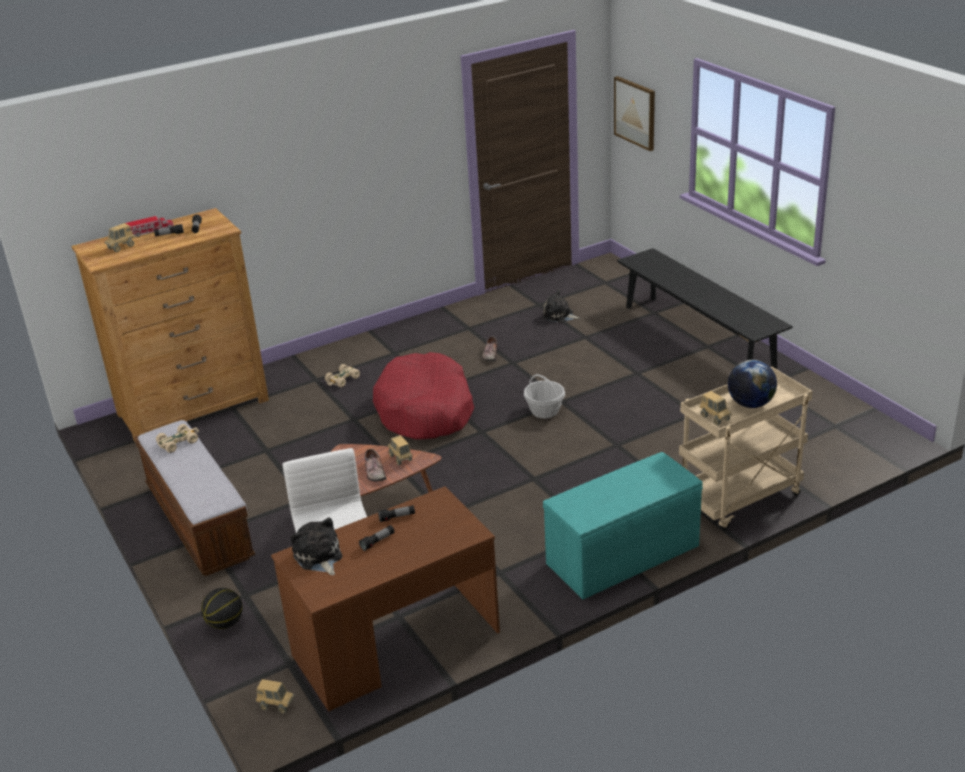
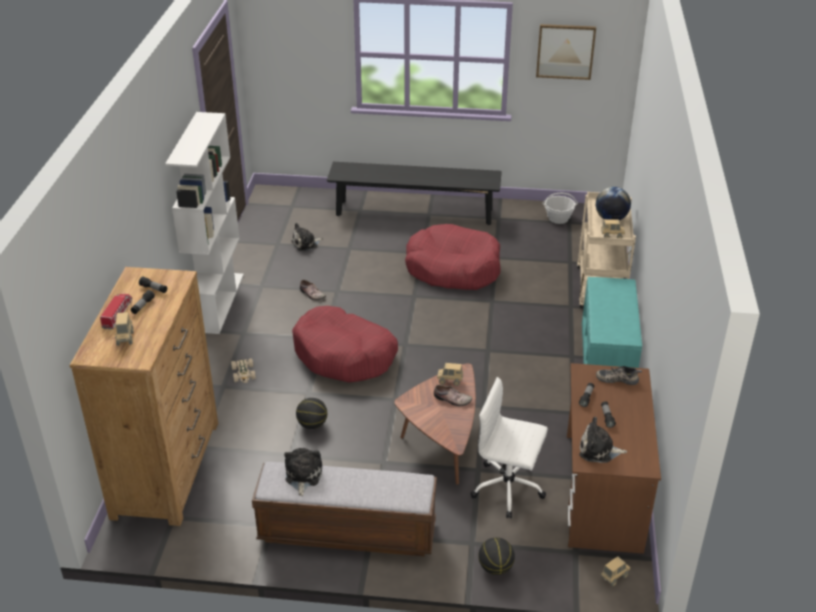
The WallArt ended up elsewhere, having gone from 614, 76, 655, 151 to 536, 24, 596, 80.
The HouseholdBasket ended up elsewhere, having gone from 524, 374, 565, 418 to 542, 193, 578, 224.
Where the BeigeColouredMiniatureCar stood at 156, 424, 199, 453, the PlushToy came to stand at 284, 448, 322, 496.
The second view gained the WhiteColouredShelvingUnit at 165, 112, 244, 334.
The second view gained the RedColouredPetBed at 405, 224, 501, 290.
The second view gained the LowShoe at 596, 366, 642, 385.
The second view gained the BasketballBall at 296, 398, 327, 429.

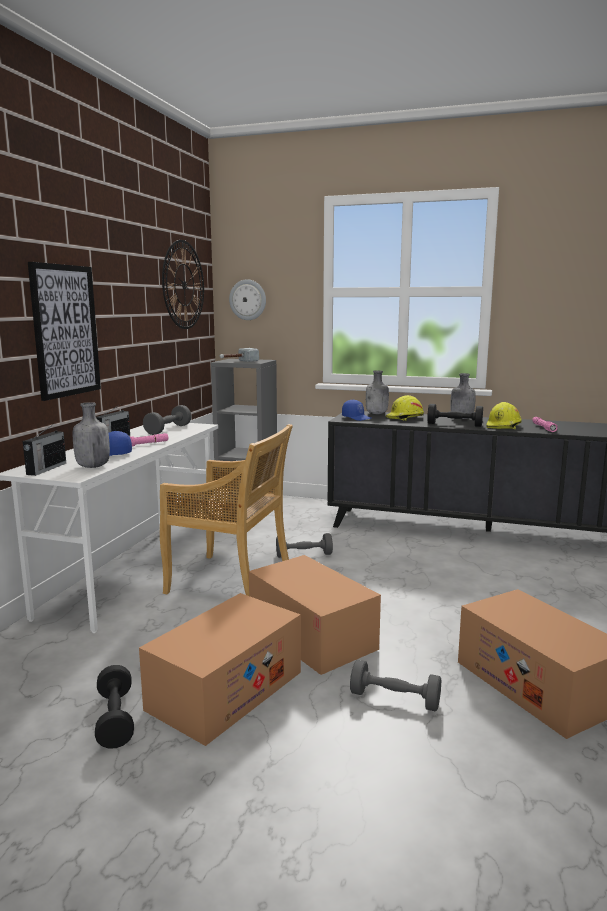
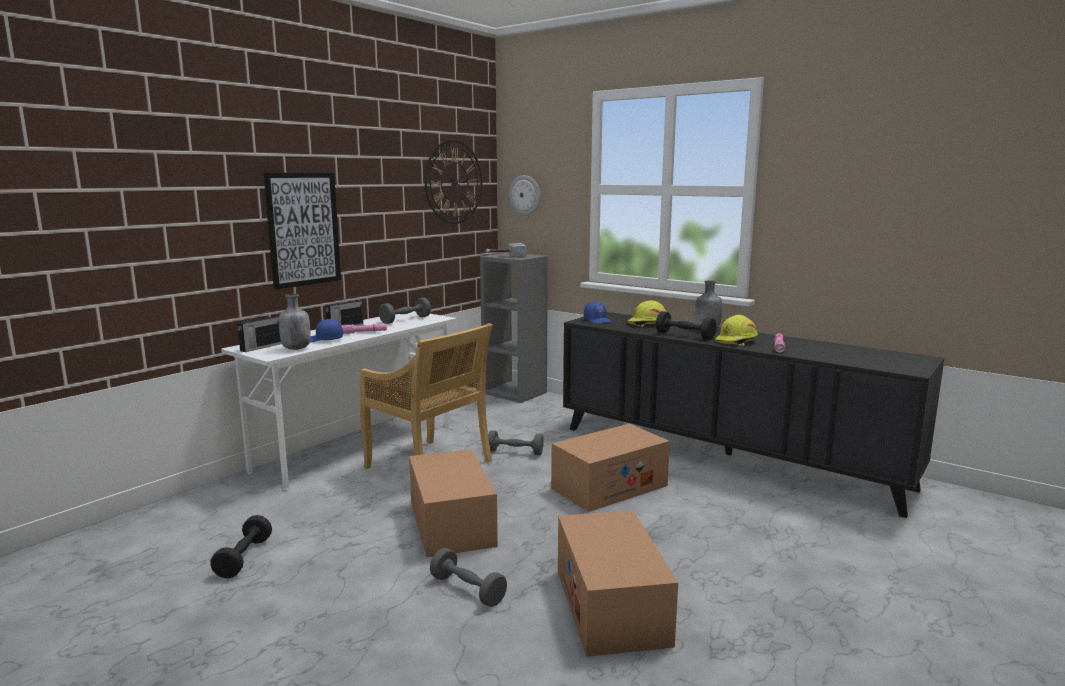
The second view lost the GreyishDrinkBottle at 366, 370, 389, 414.
The CardboardBox ended up elsewhere, having gone from 139, 593, 301, 746 to 551, 424, 670, 512.

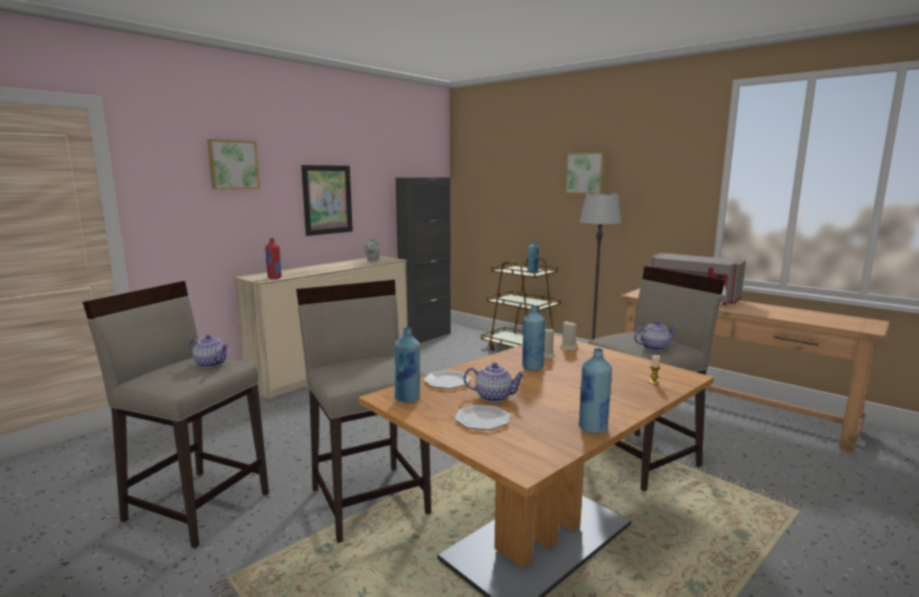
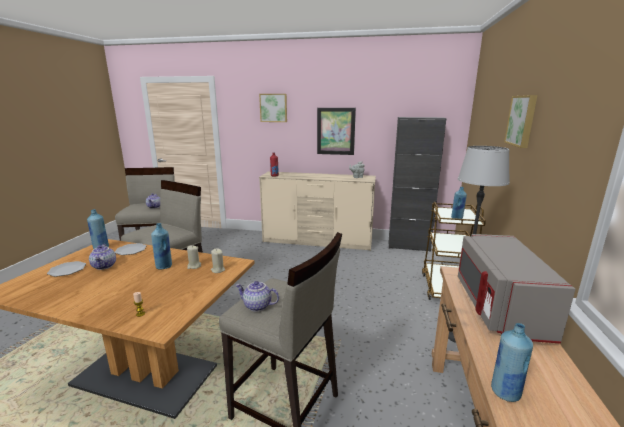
The Teapot at 634, 321, 677, 351 ended up facing another way, 150 degrees clockwise from before.
The BluishDrinkBottle ended up elsewhere, having gone from 578, 348, 612, 434 to 491, 323, 533, 402.

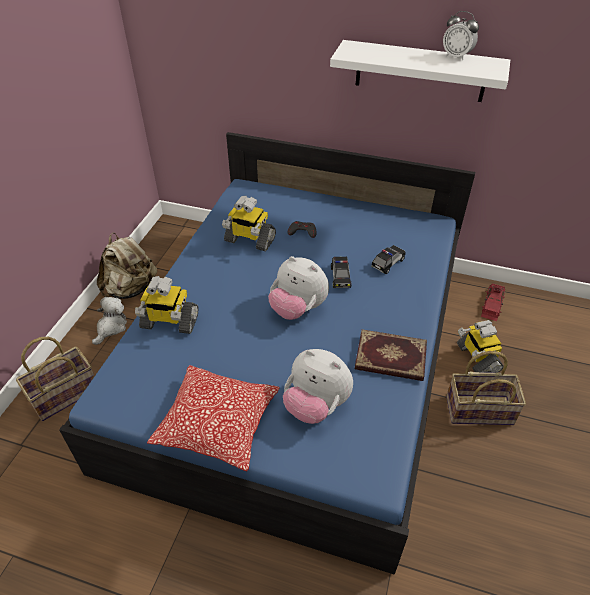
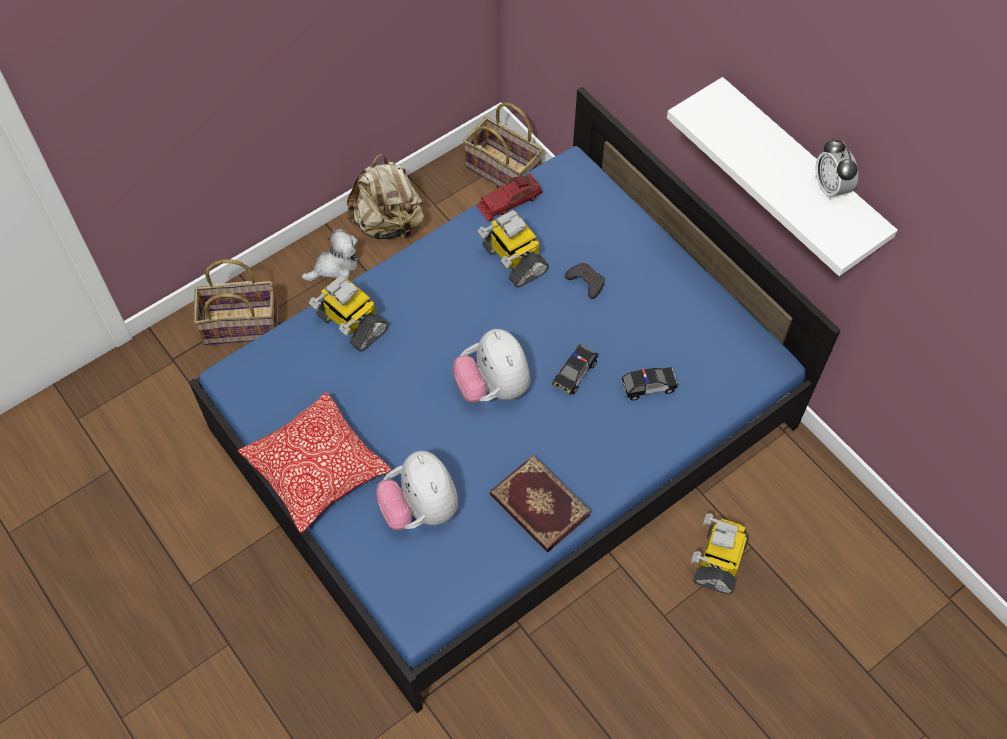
The RedColouredMiniatureCar ended up elsewhere, having gone from 481, 283, 506, 321 to 477, 173, 542, 222.
The HouseholdBasket ended up elsewhere, having gone from 446, 351, 526, 425 to 463, 103, 543, 187.

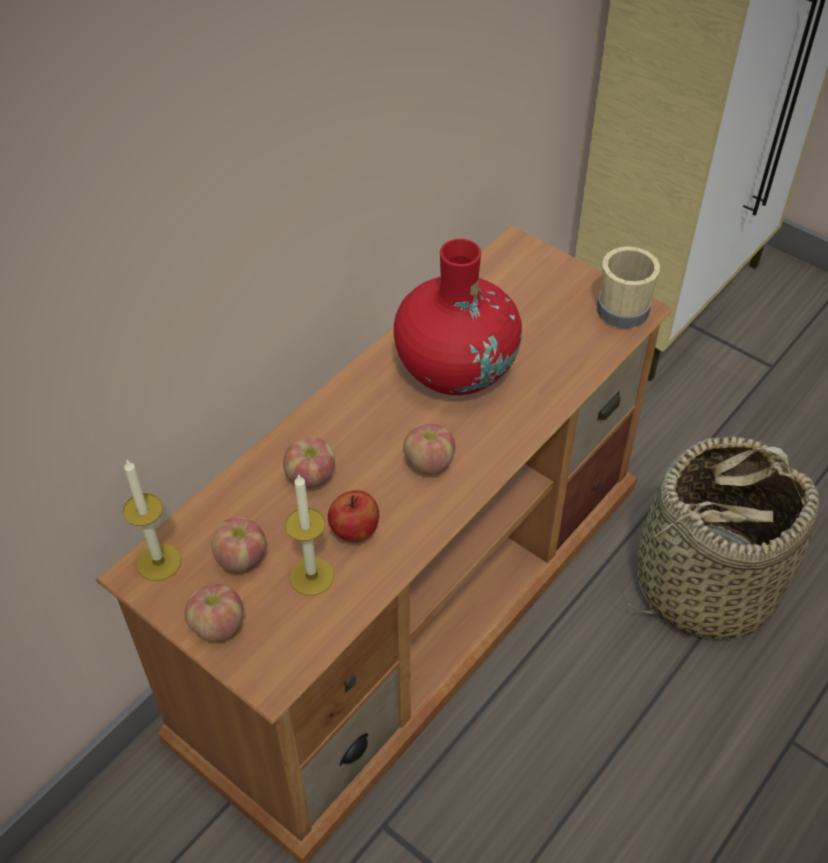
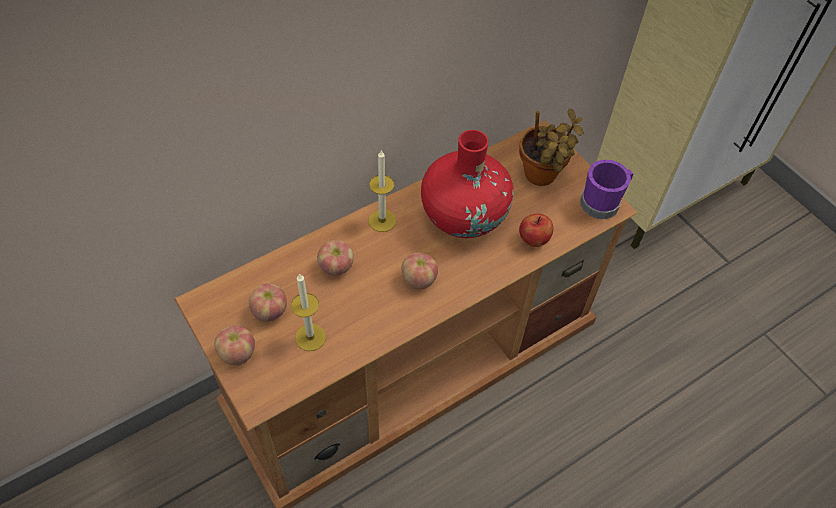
What was the BeigeColouredTeaMug at 597, 246, 660, 329 turned into the PurpleColouredTeaMug at 580, 160, 634, 219.
The second view lost the HouseholdBasket at 621, 436, 820, 639.
The Candle ended up elsewhere, having gone from 122, 460, 181, 581 to 369, 150, 396, 232.
The Apple ended up elsewhere, having gone from 328, 490, 379, 542 to 519, 214, 553, 247.
The second view gained the Houseplant at 519, 109, 584, 186.

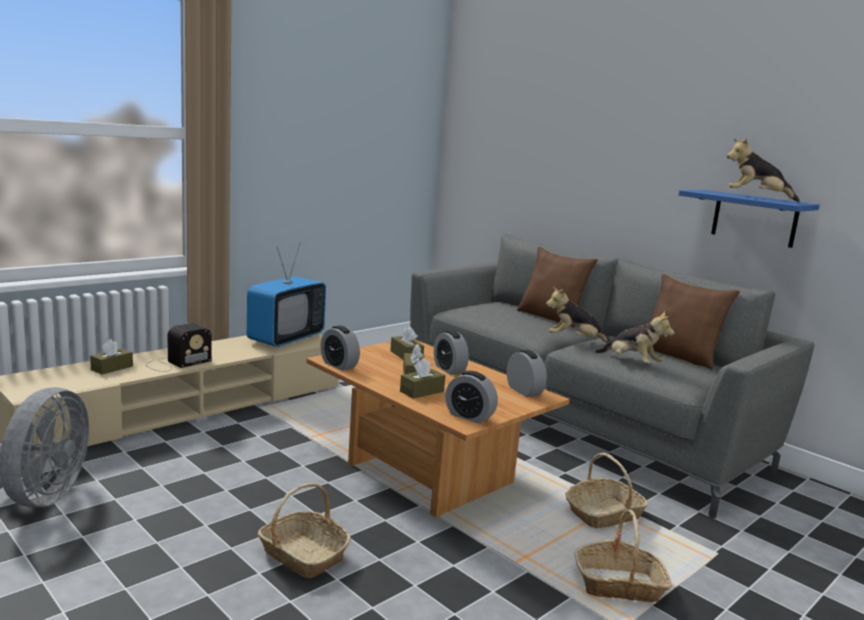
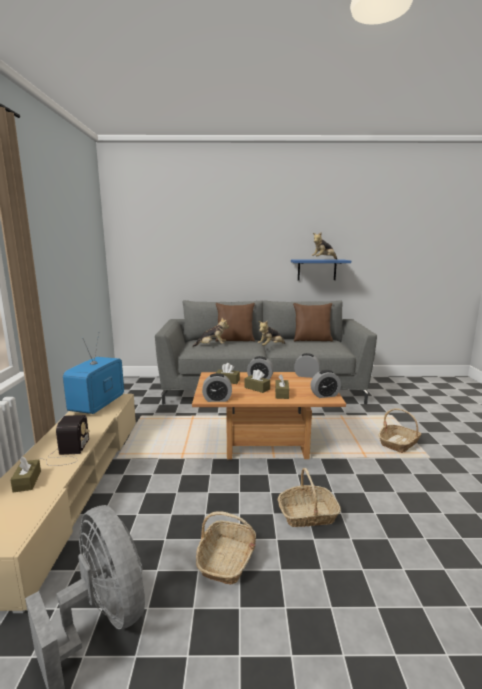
The TvSet at 247, 243, 326, 347 ended up facing another way, 150 degrees counterclockwise from before.
The PlushToy ended up elsewhere, having gone from 595, 310, 674, 364 to 192, 318, 229, 347.
The HouseholdBasket ended up elsewhere, having gone from 565, 453, 648, 528 to 196, 511, 256, 584.

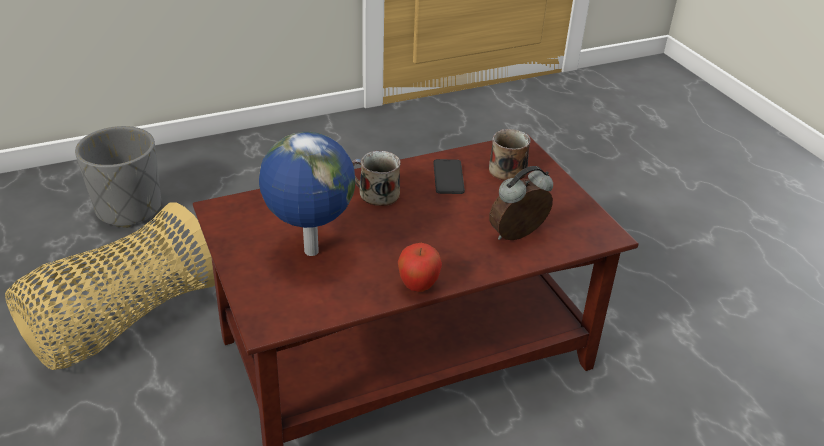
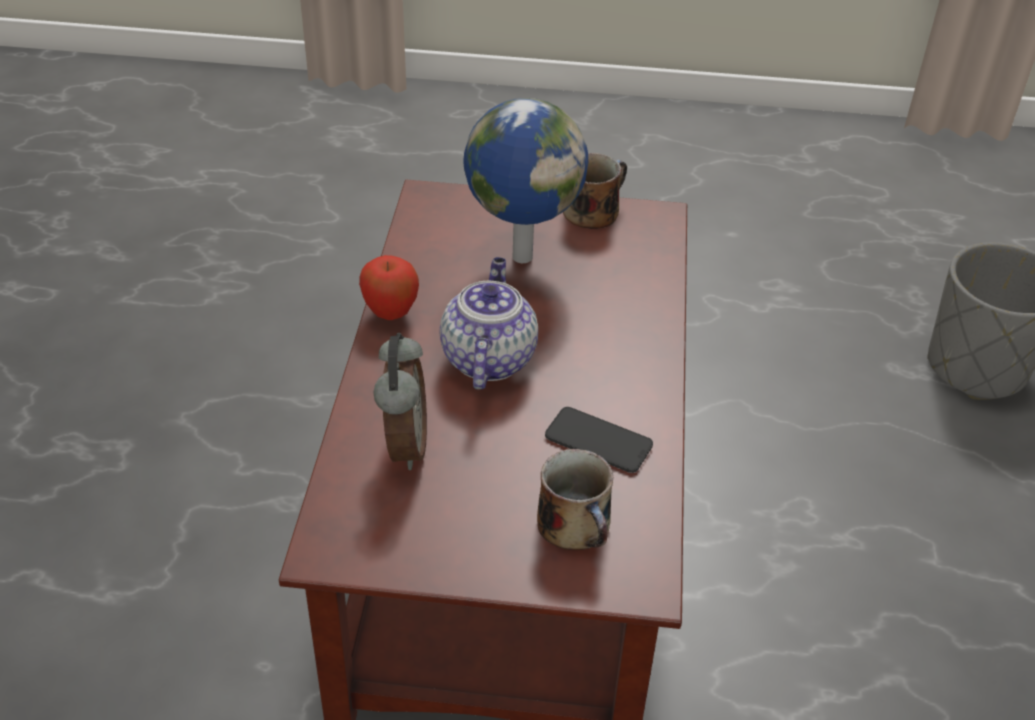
The TeaMug ended up elsewhere, having gone from 352, 151, 401, 206 to 563, 153, 627, 229.
The second view lost the HouseholdBasket at 5, 202, 215, 370.
The second view gained the Teapot at 440, 257, 538, 390.

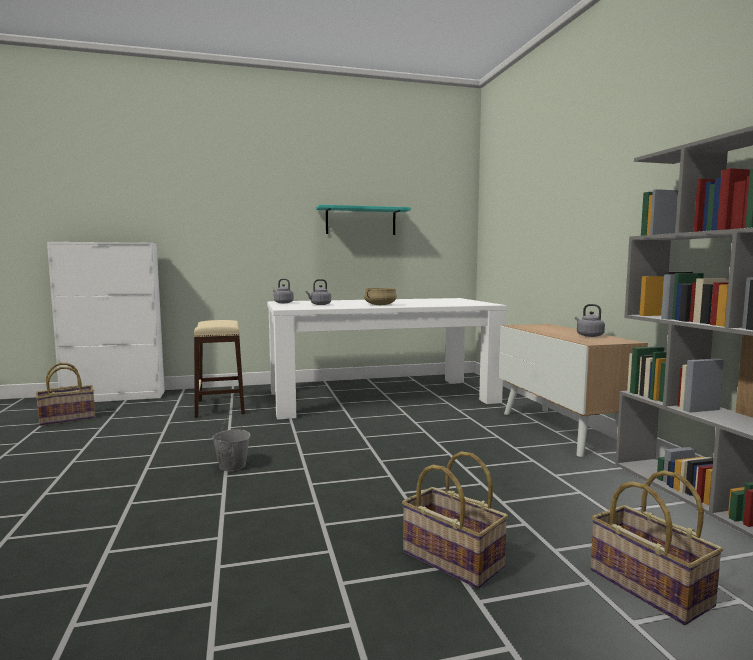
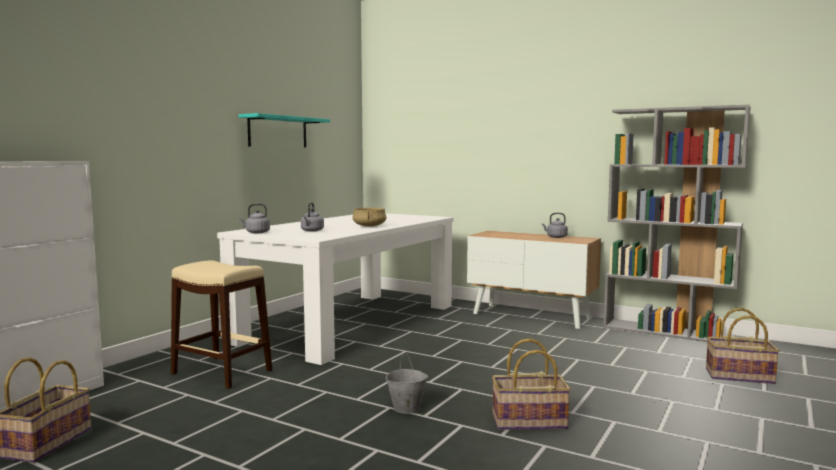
The HouseholdBasket ended up elsewhere, having gone from 402, 451, 508, 589 to 492, 338, 571, 430.

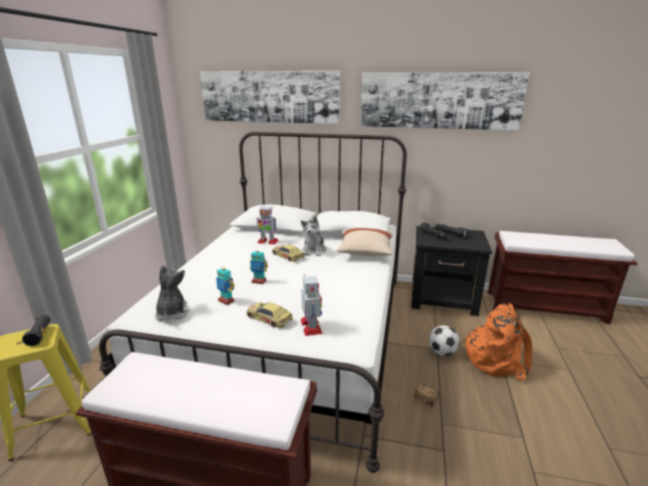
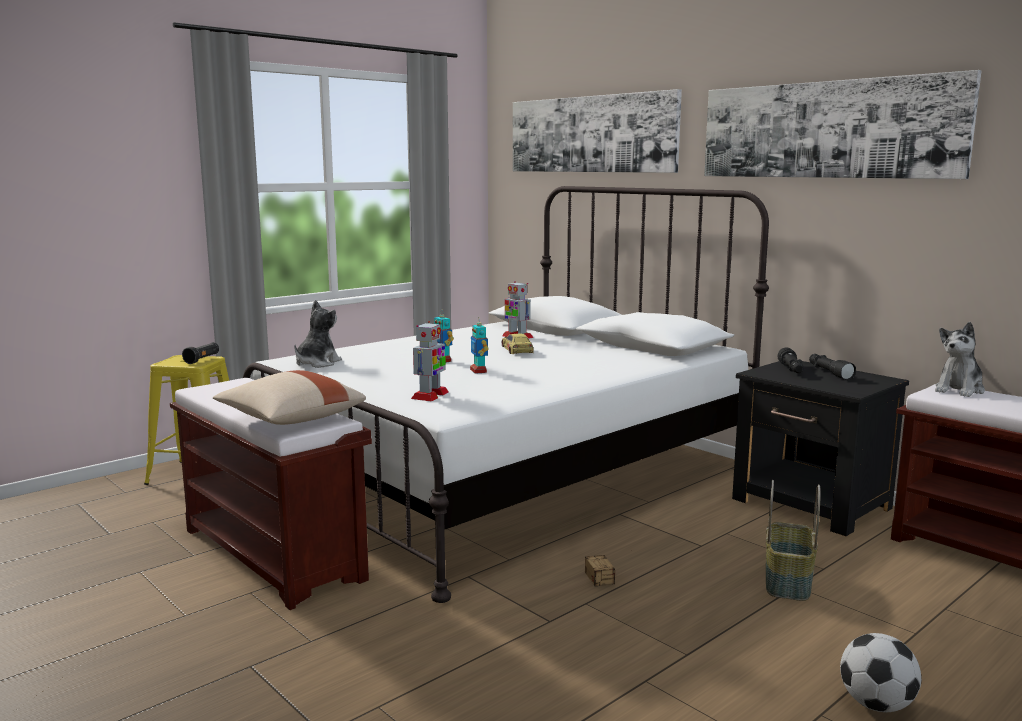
The PlushToy ended up elsewhere, having gone from 301, 216, 326, 256 to 935, 322, 985, 397.
The BeigeColouredPillow ended up elsewhere, having gone from 337, 228, 393, 256 to 213, 370, 366, 425.
The ModelRobot ended up elsewhere, having gone from 216, 264, 235, 305 to 470, 318, 488, 374.
The second view lost the MiniatureCar at 246, 302, 293, 328.
Where the OrangeRucksack stood at 462, 303, 532, 381, the HouseholdBasket came to stand at 766, 480, 821, 601.
The Football ended up elsewhere, having gone from 429, 325, 460, 356 to 840, 633, 921, 712.

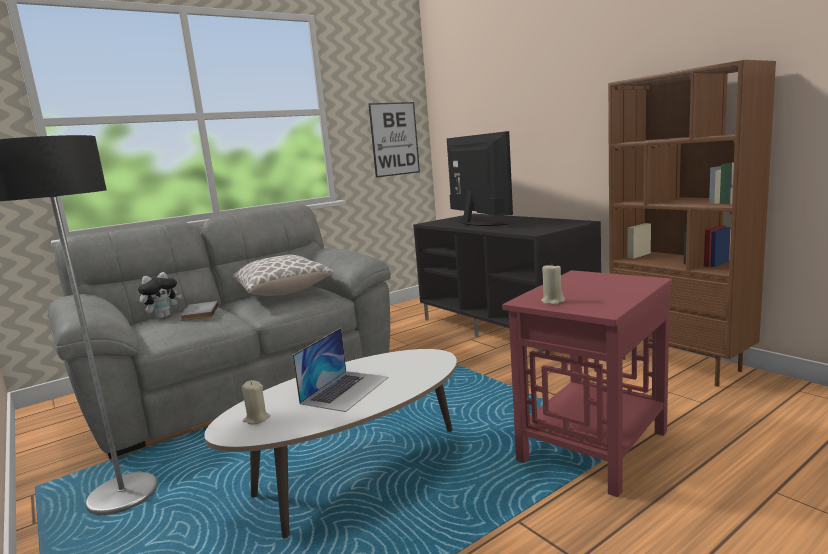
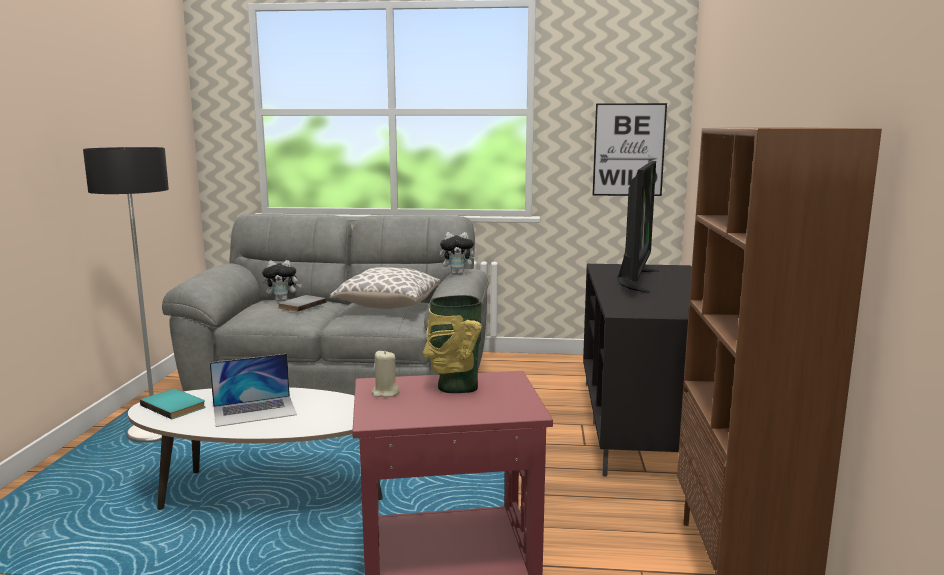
Where the BeigeColouredCandle stood at 242, 380, 270, 425, the TurquoiseBook came to stand at 140, 389, 206, 419.
The second view gained the PlushToy at 440, 232, 479, 275.
The second view gained the Vase at 423, 295, 482, 393.

